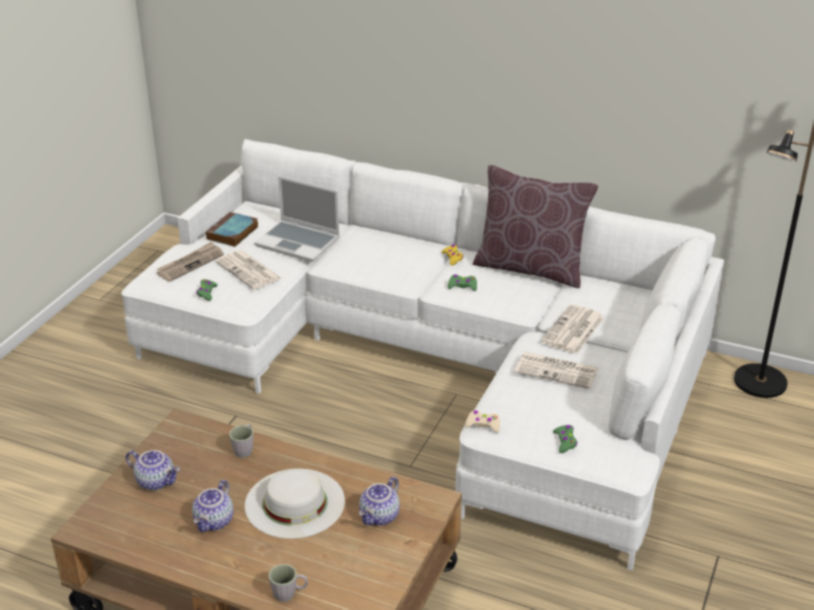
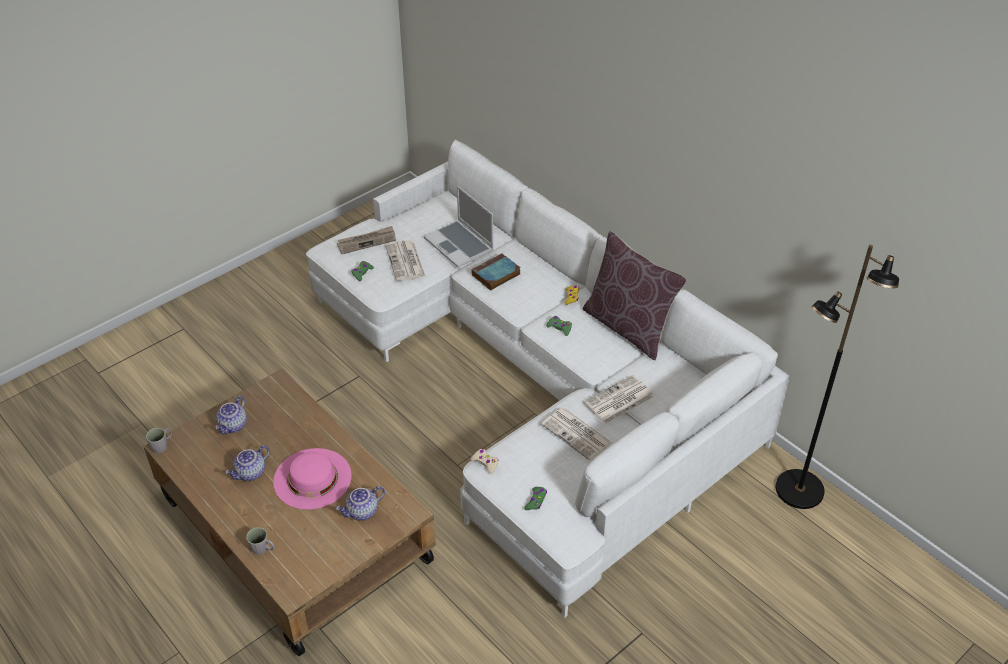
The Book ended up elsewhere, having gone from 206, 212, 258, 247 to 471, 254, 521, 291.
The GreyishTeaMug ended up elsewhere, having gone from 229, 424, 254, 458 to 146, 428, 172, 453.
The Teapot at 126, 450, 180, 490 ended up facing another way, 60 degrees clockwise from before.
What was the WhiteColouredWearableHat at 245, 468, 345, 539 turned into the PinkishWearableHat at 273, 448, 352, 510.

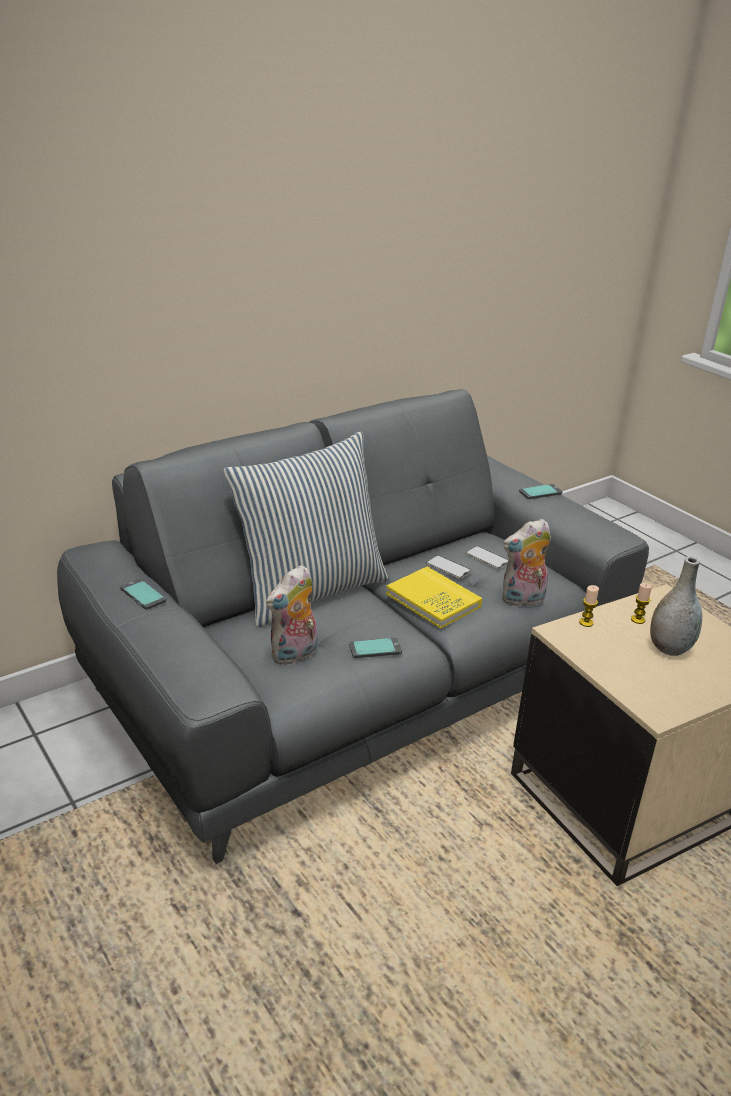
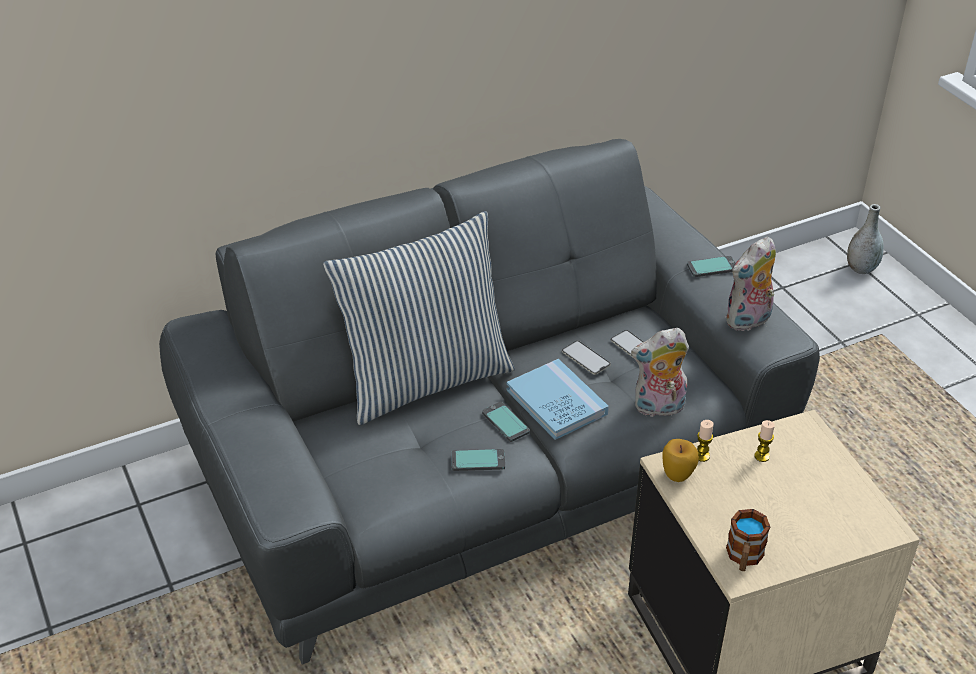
The GreyishVase ended up elsewhere, having gone from 650, 556, 702, 656 to 847, 204, 884, 274.
The PlushToy ended up elsewhere, having gone from 266, 565, 318, 666 to 726, 237, 776, 332.
What was the YellowBook at 386, 567, 482, 629 turned into the BluishBook at 506, 359, 609, 440.
The Telephone ended up elsewhere, having gone from 120, 578, 166, 610 to 482, 402, 530, 442.
The second view gained the Apple at 662, 439, 699, 482.
The second view gained the TeaMug at 726, 509, 770, 571.

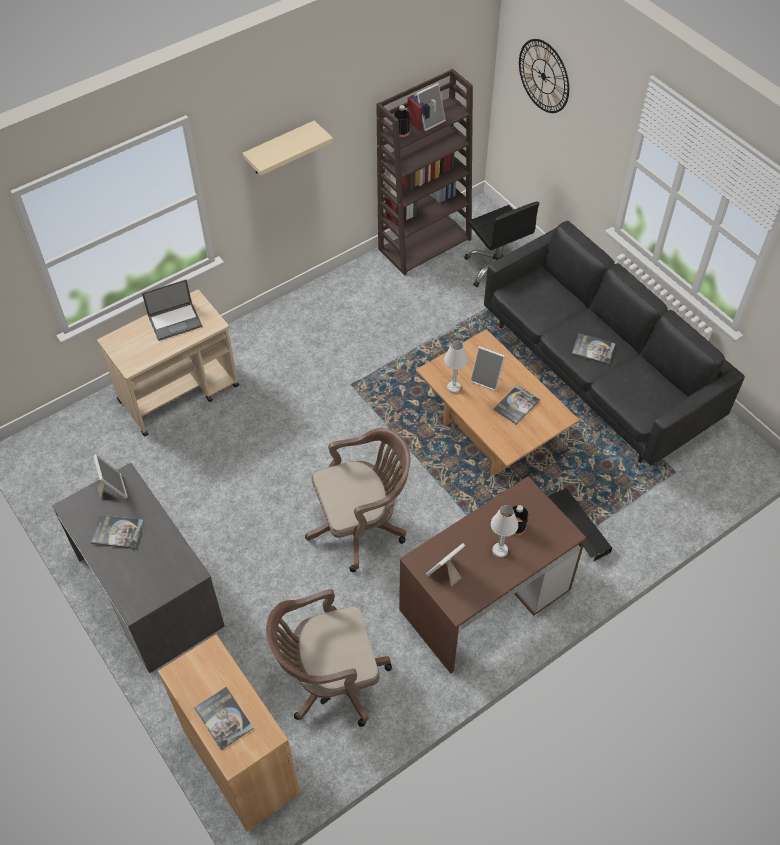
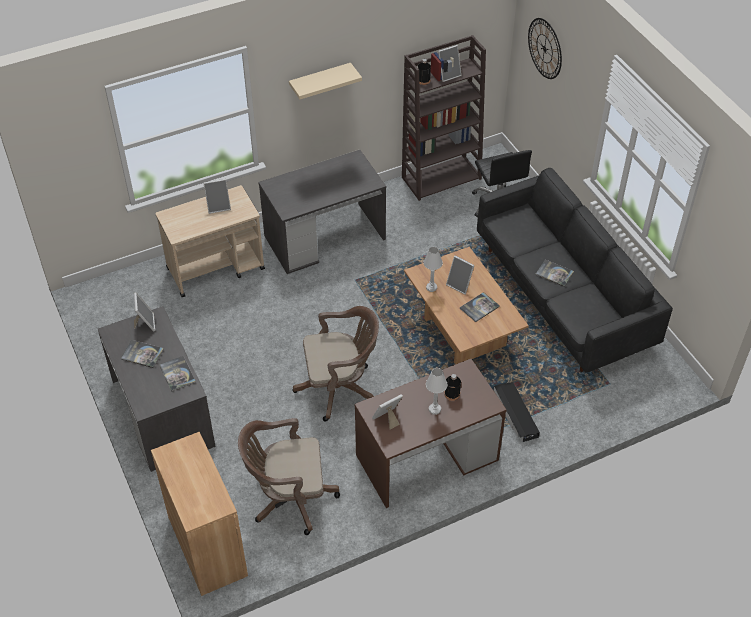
Where the Laptop stood at 142, 279, 202, 341, the StandingFrame came to stand at 204, 179, 231, 214.
The Book ended up elsewhere, having gone from 194, 687, 254, 750 to 160, 356, 196, 392.
The second view gained the GreyishDesk at 258, 150, 386, 274.

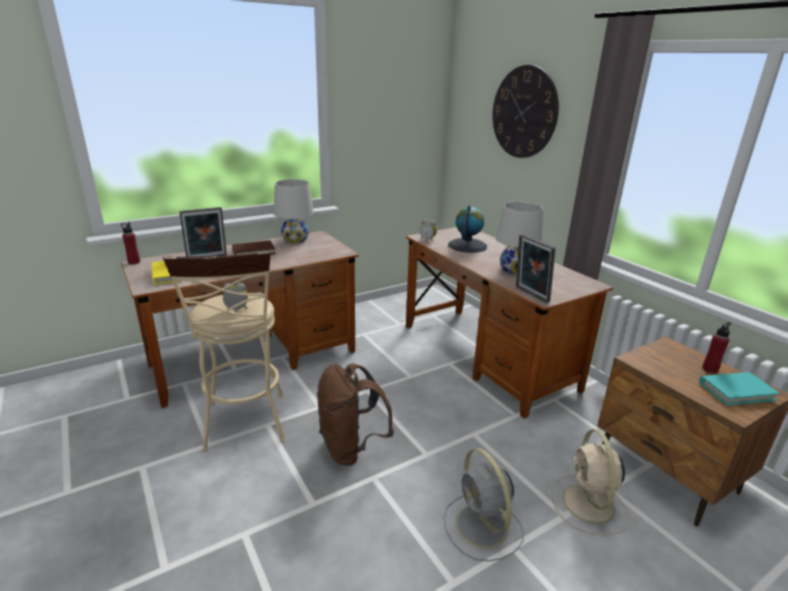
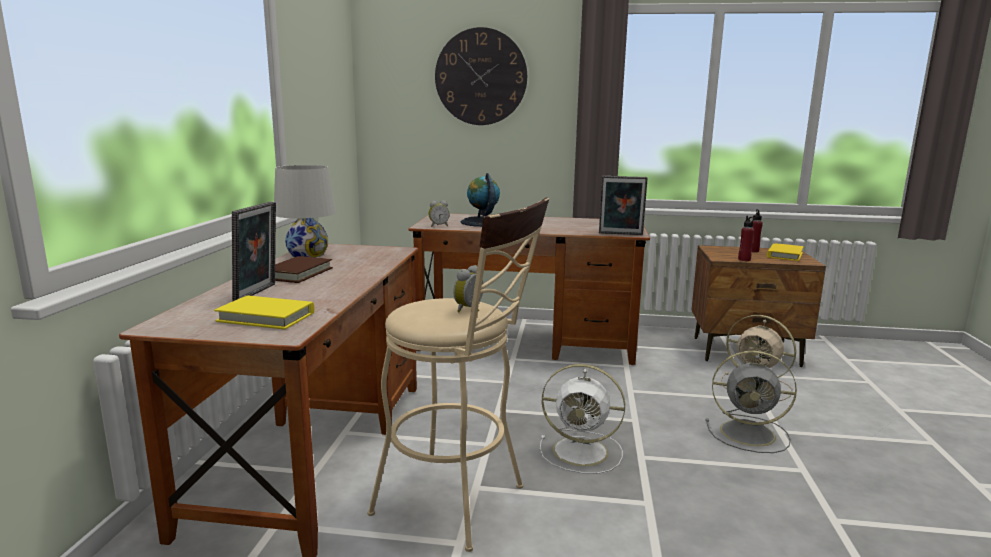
The second view lost the WhiteColouredTabletopLamp at 496, 202, 543, 274.
The RedColouredDrinkBottle ended up elsewhere, having gone from 121, 222, 140, 264 to 738, 216, 755, 261.
Where the BrownishRucksack stood at 317, 363, 394, 466, the WhiteColouredFan came to stand at 540, 364, 625, 474.
What was the TurquoiseBook at 699, 372, 780, 406 turned into the YellowBook at 767, 243, 804, 261.

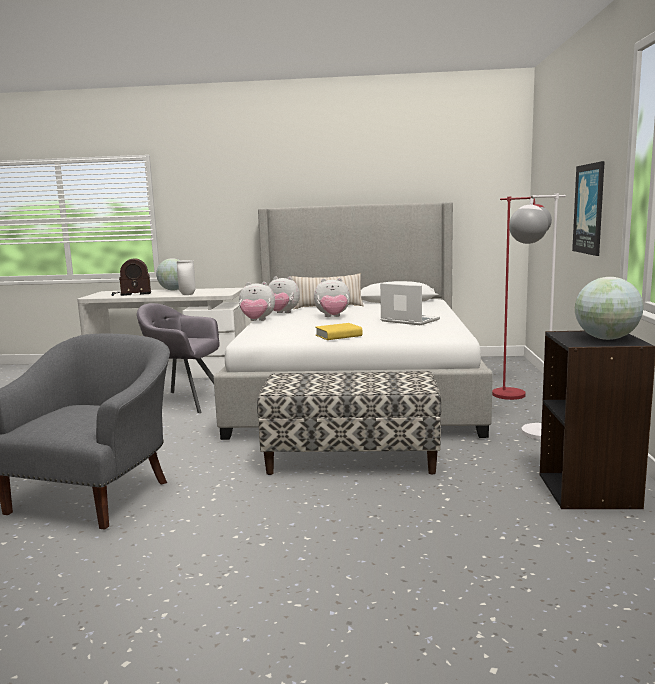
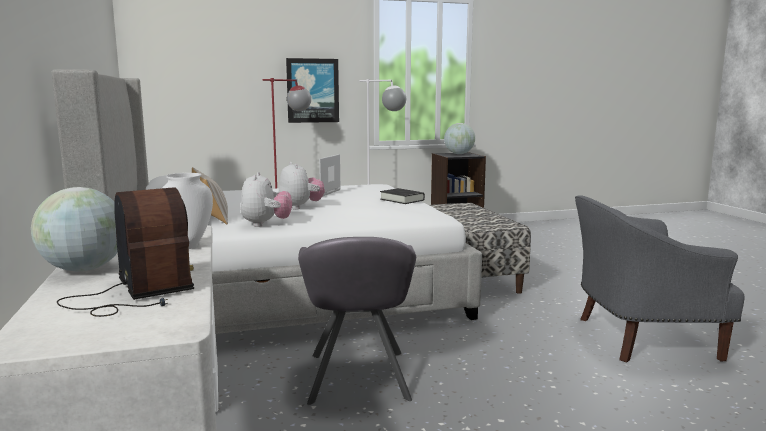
The second view lost the PlushToy at 239, 282, 275, 321.
What was the YellowBook at 315, 323, 362, 340 turned into the BlackishBook at 380, 188, 425, 204.

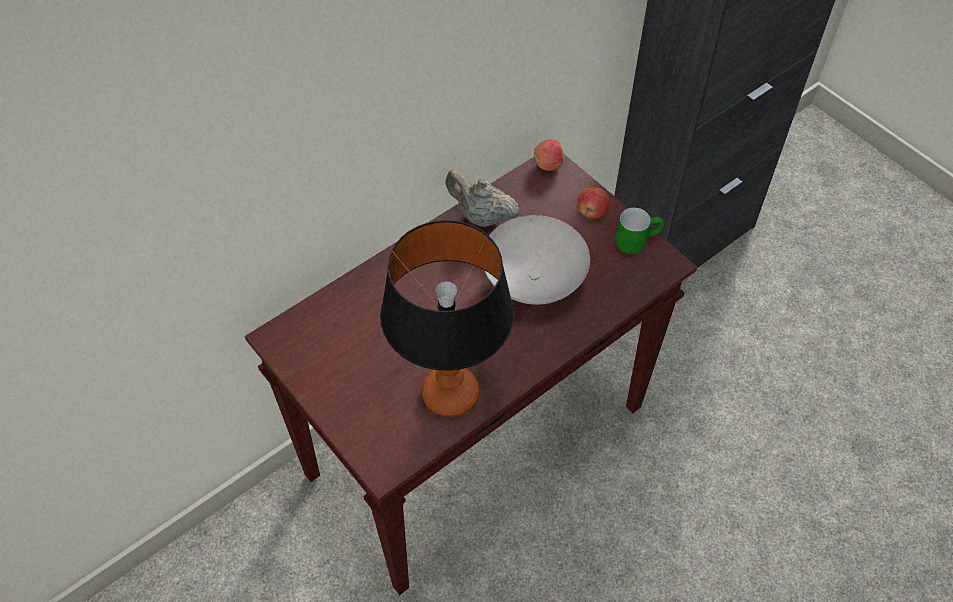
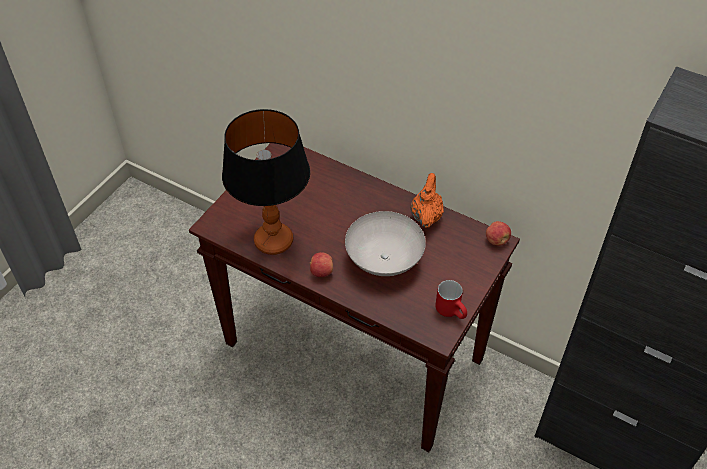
What was the BeigeColouredTeapot at 445, 170, 520, 227 turned into the OrangeTeapot at 410, 173, 444, 228.
The Apple ended up elsewhere, having gone from 577, 188, 610, 219 to 310, 252, 333, 277.
What was the GreenTeaMug at 616, 208, 664, 254 turned into the RedColouredTeaMug at 436, 280, 467, 319.

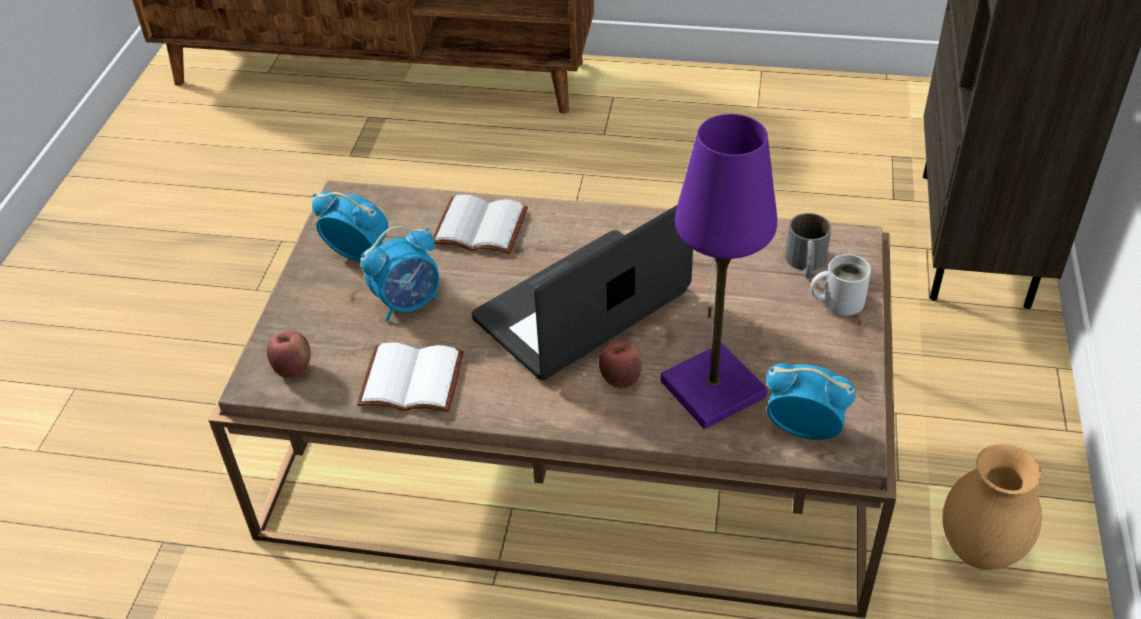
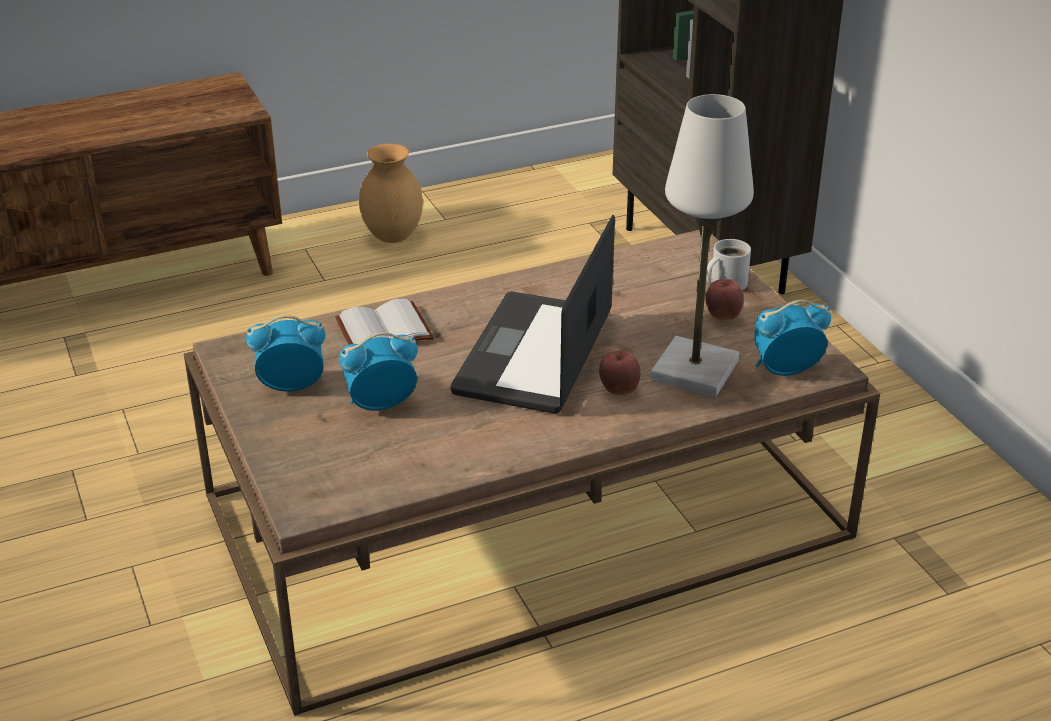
What was the PurpleColouredTabletopLamp at 661, 114, 777, 429 turned into the WhiteColouredTabletopLamp at 650, 94, 754, 397.
The second view lost the GreyishTeaMug at 785, 213, 831, 278.
The TableClock at 360, 226, 439, 322 ended up facing another way, 135 degrees counterclockwise from before.
The Apple ended up elsewhere, having gone from 267, 330, 311, 379 to 705, 279, 744, 321.
The second view lost the WhiteColouredBook at 357, 342, 464, 412.
The BrownishVase ended up elsewhere, having gone from 943, 444, 1042, 570 to 359, 144, 423, 243.

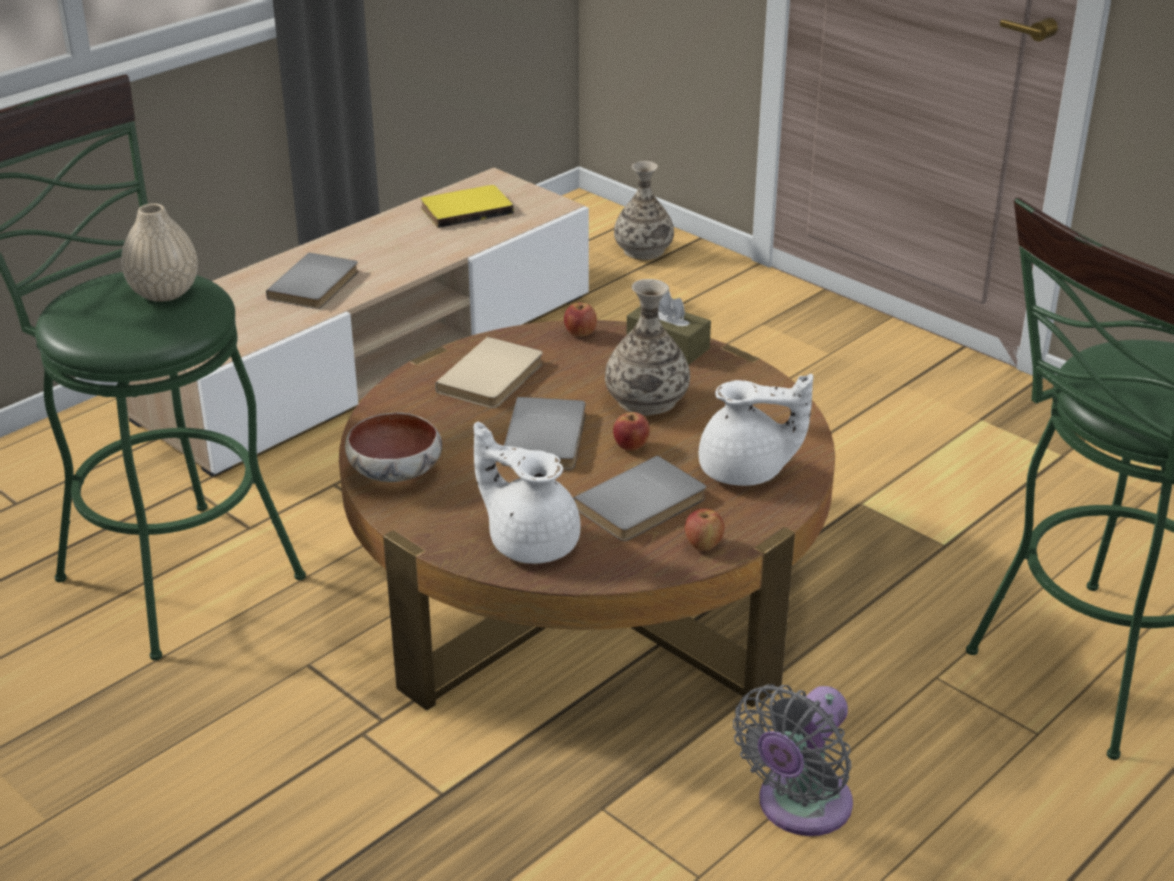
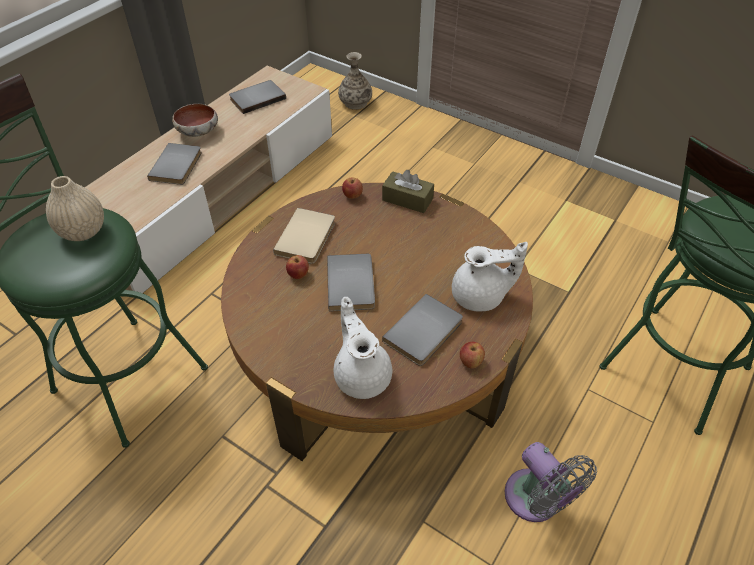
What was the YellowBook at 421, 185, 514, 228 turned into the GreyishBook at 229, 80, 286, 114.
The second view lost the Vase at 605, 279, 690, 416.
The Bowl ended up elsewhere, having gone from 345, 412, 442, 482 to 172, 103, 218, 137.
The Apple ended up elsewhere, having gone from 613, 412, 650, 451 to 286, 255, 309, 279.
The WhiteColouredTeapot at 474, 421, 580, 564 ended up facing another way, 45 degrees clockwise from before.
The GreyishFan at 733, 684, 853, 836 ended up facing another way, 60 degrees counterclockwise from before.

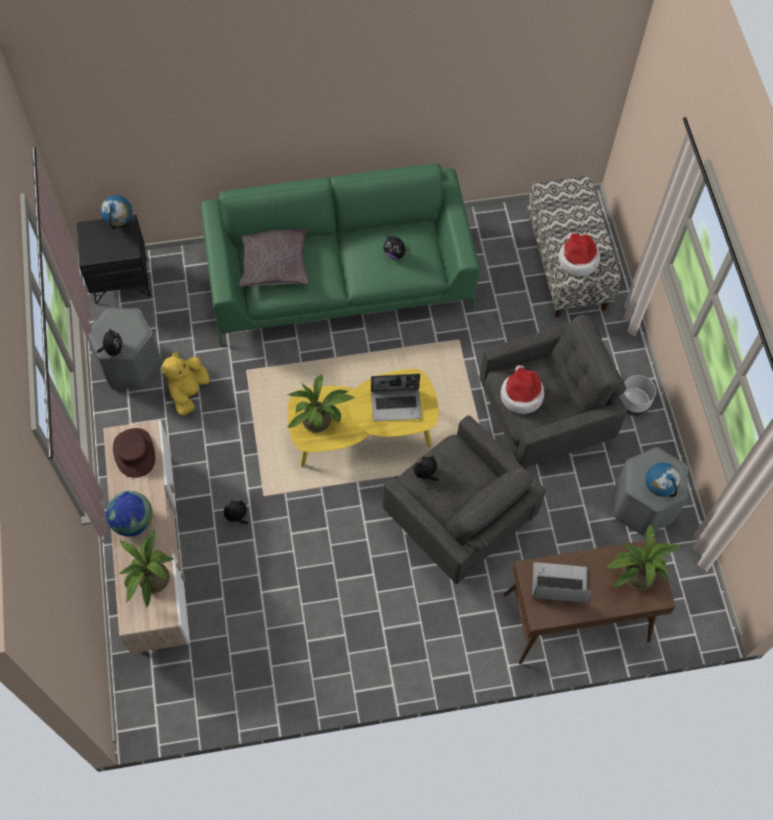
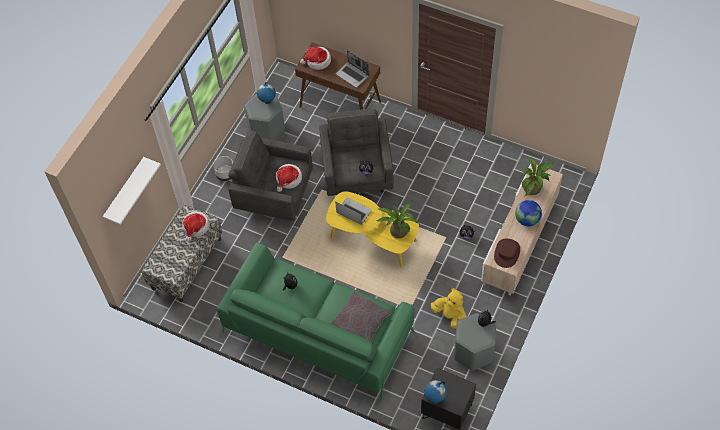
The YellowPlushToy at 162, 352, 210, 415 ended up facing another way, 105 degrees counterclockwise from before.
Where the Houseplant stood at 605, 525, 682, 590, the WearableHat came to stand at 300, 47, 331, 70.
The second view gained the WhiteColouredShelf at 103, 157, 161, 225.

